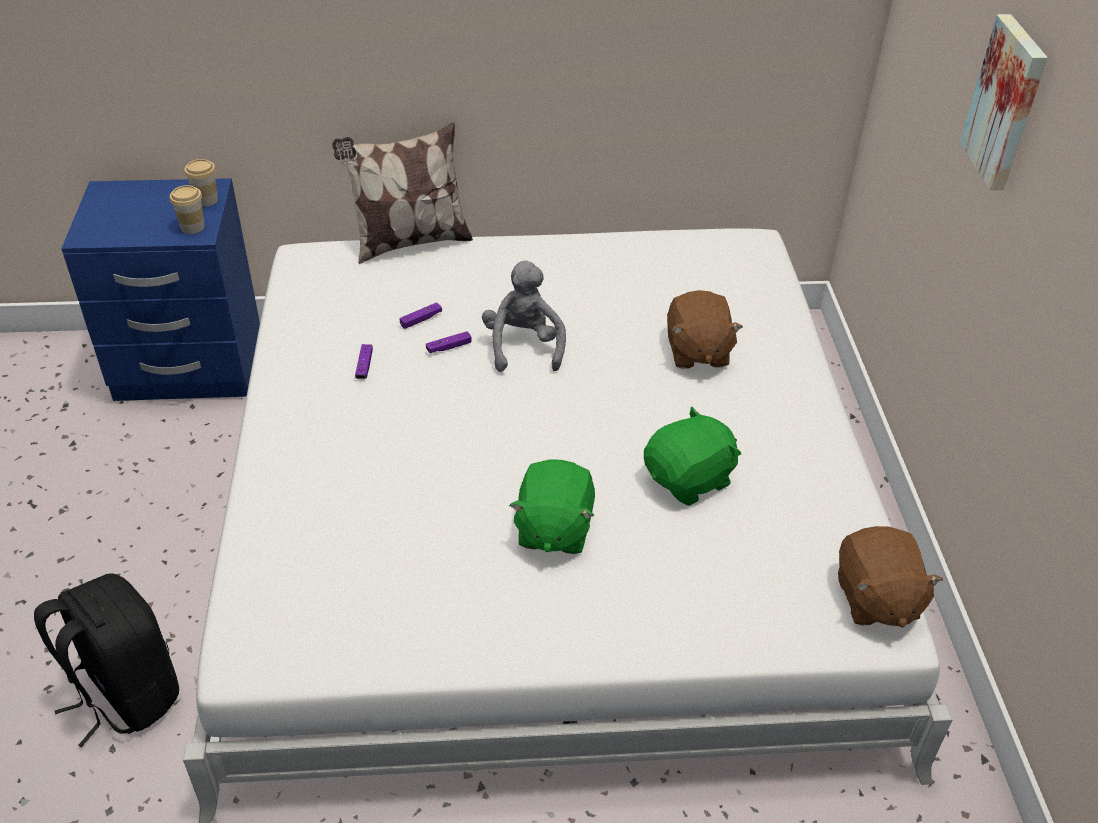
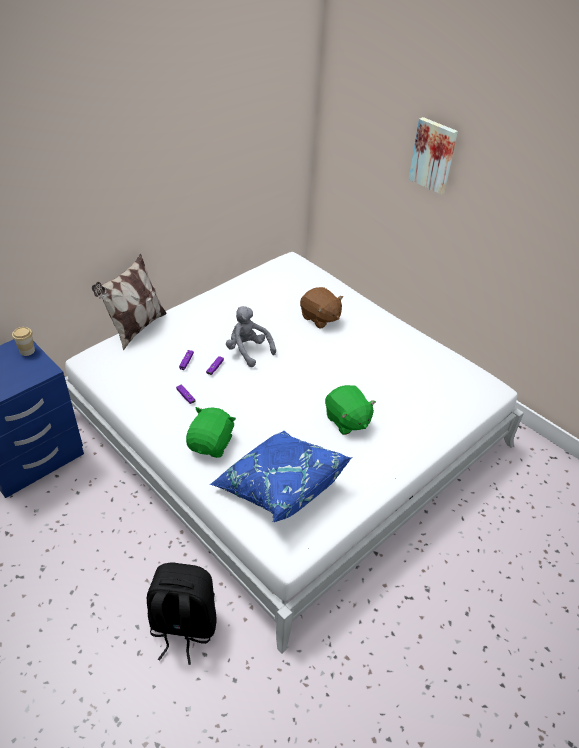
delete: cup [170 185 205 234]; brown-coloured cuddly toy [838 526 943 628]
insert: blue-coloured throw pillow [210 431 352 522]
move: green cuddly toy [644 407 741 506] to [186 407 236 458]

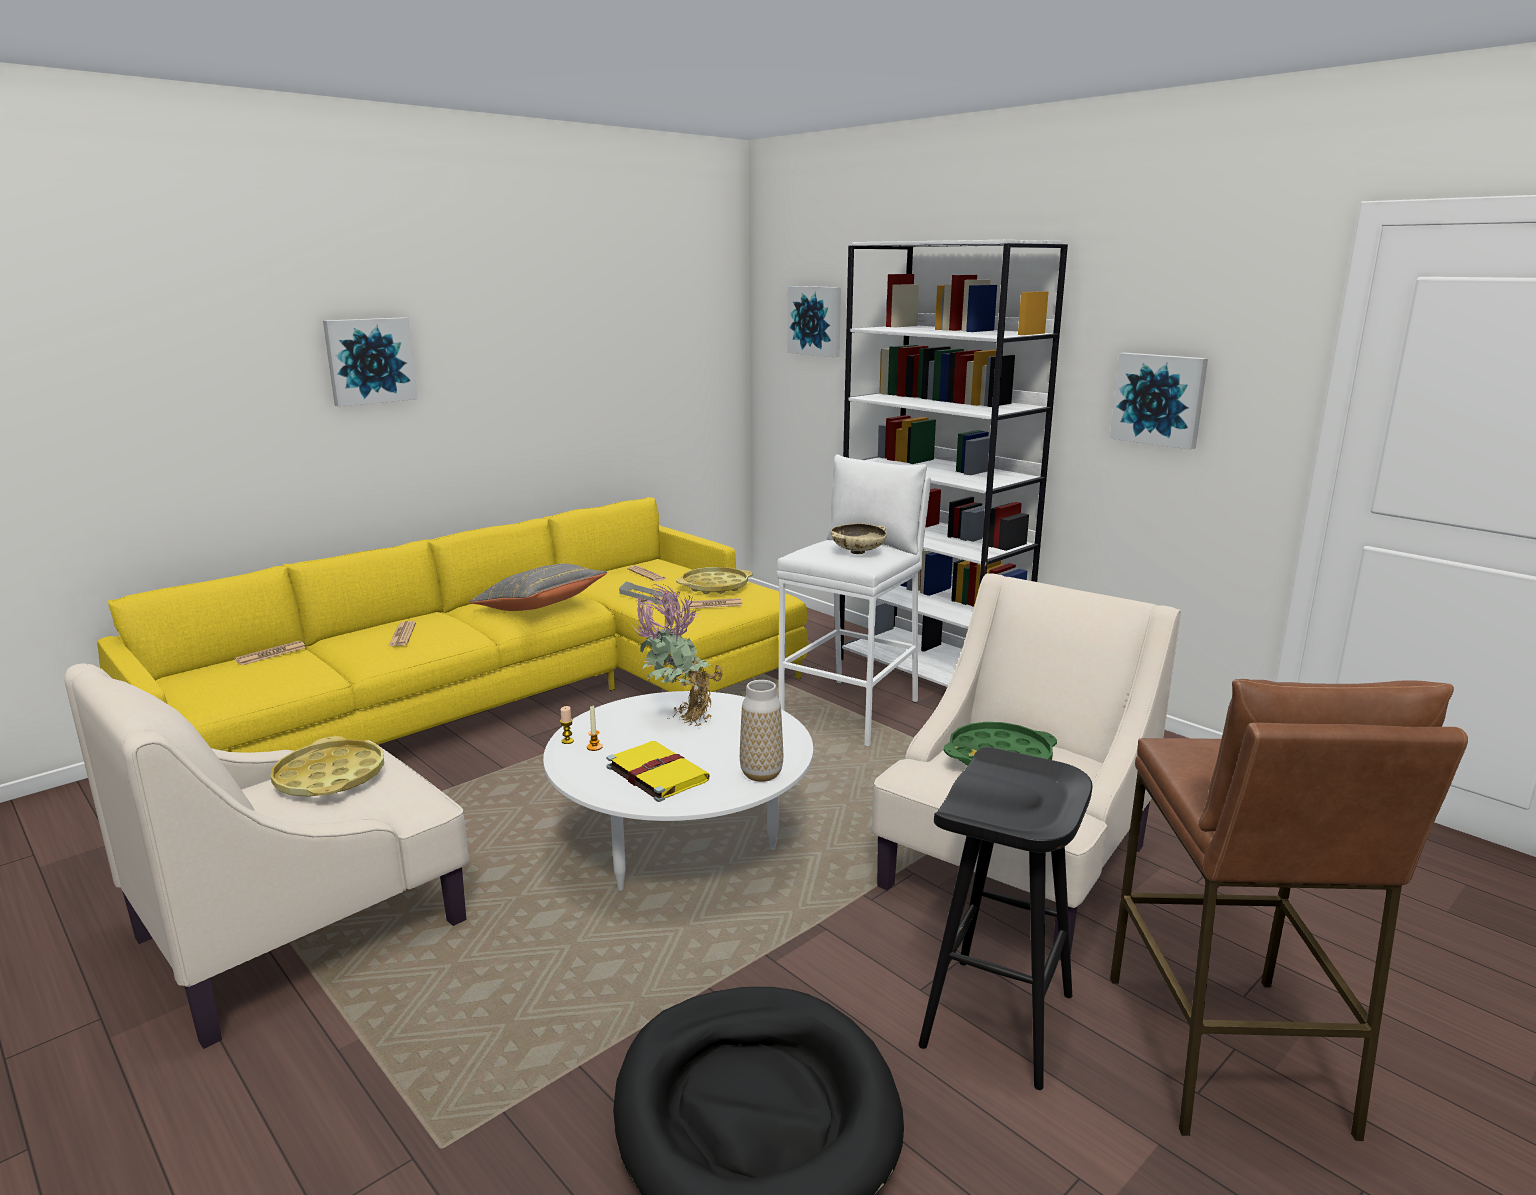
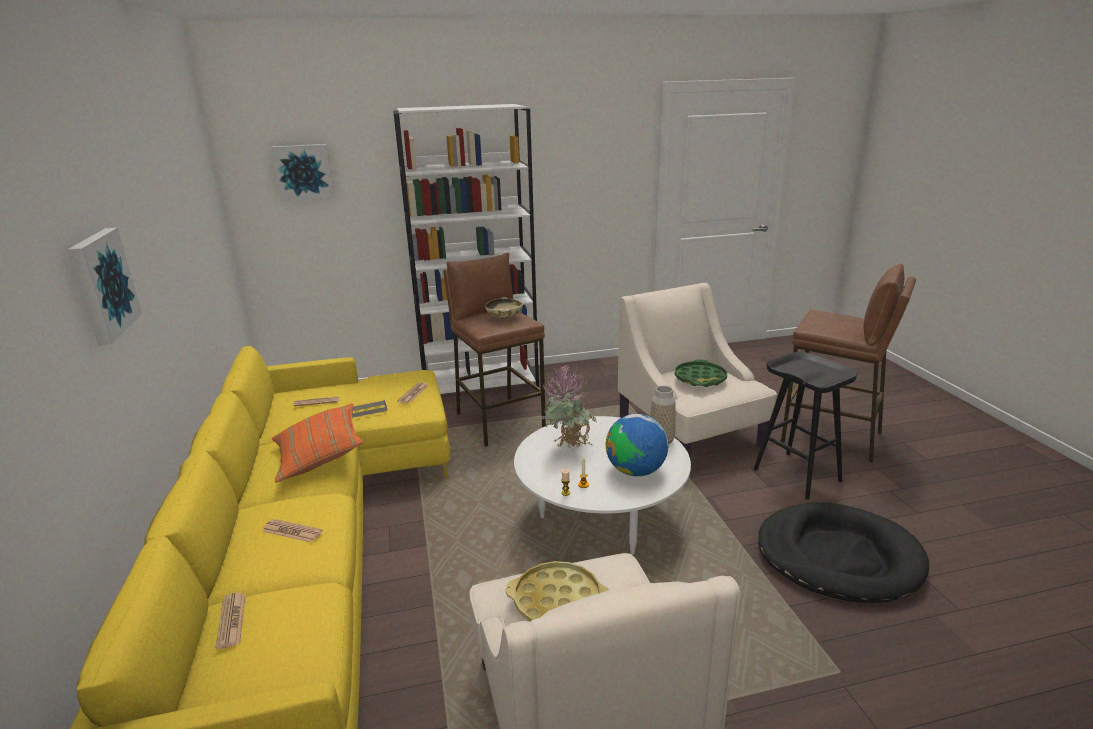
delete: yellow-coloured serving tray [676 567 753 594]; wall art [1110 353 1208 450]
replace: yellow-coloured bound book [606 741 710 802] to desk globe [606 414 668 477]
recolor: greyish throw pillow [469 564 607 611] to orange-coloured throw pillow [272 403 363 483]; white-coloured sitting stool [777 454 931 746] to brown-coloured sitting stool [443 252 546 447]

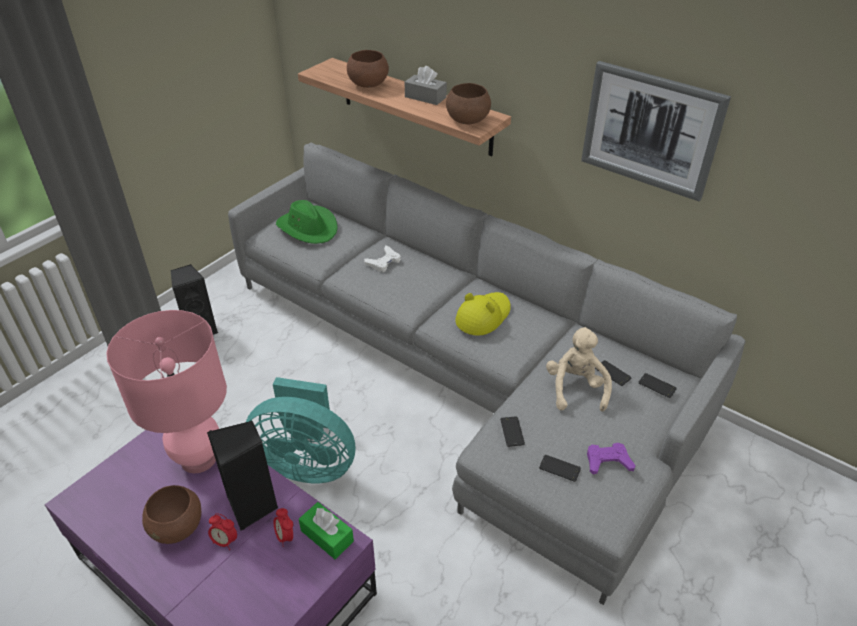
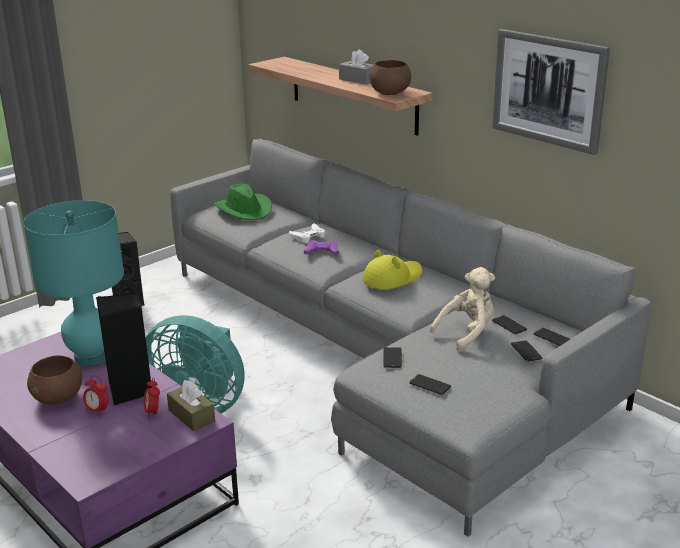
delete: brown-coloured serving bowl [347 50 389 88]
insert: handset [511 340 542 362]
move: purple game controller [587 443 636 475] to [304 241 339 255]
recolor: pinkish tabletop lamp [106 310 227 474] to turquoise-coloured tabletop lamp [23 200 124 366]; green box of tissues [299 502 354 559] to brown-coloured box of tissues [167 380 215 431]
rotate: beige cuddly toy [546 327 612 412] = [429 267 495 352] 45 degrees clockwise

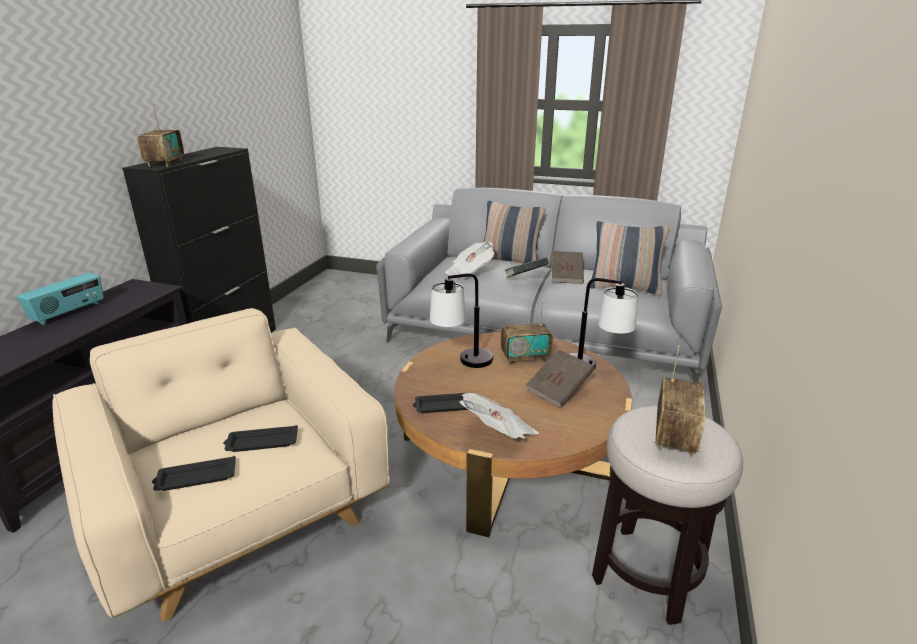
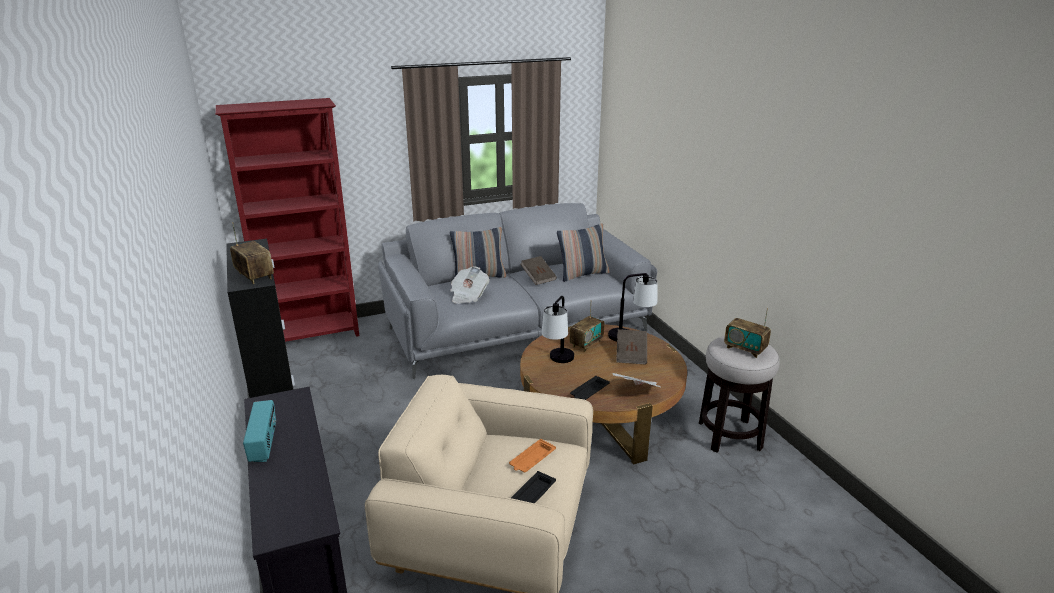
delete: bound book [504 257 549 278]
insert: red shelving unit [215 98 359 342]
recolor: blackish serving tray [223 425 298 452] to orange-coloured serving tray [509 439 556 472]
rotate: radio receiver [656 346 706 457] = [724 308 771 358] 150 degrees clockwise

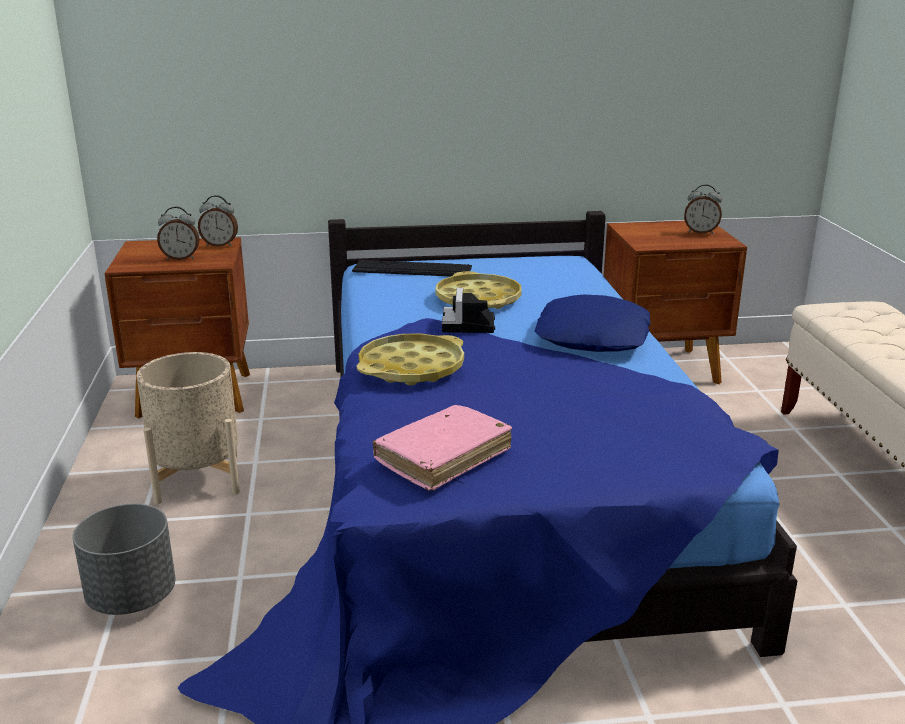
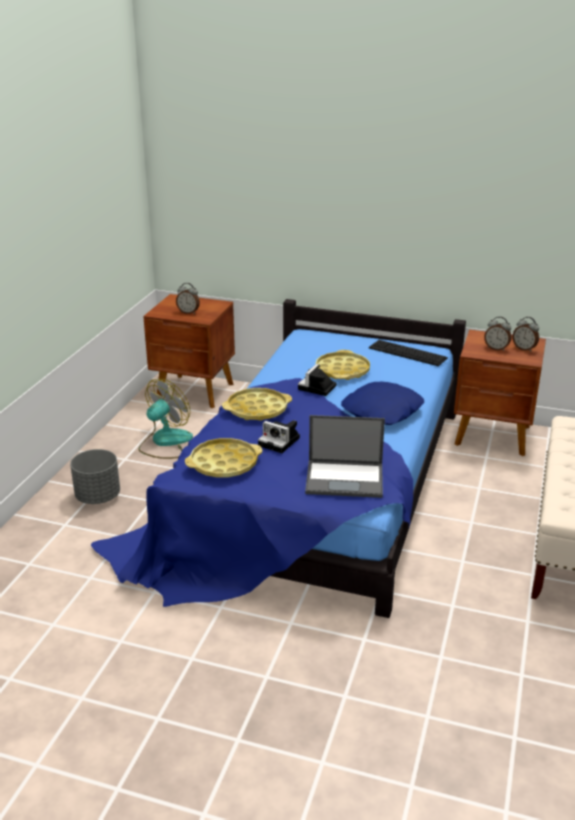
insert: still camera [258 420 300 453]; laptop [305 415 385 498]
move: bedside clock [198 195 238 247] to [484 317 511 351]; computer keyboard [352 260 472 277] to [369 340 448 366]
replace: beige plant pot [136 352 240 504] to electric fan [139 379 193 459]; pinkish bound book [373 405 513 491] to yellow-coloured serving tray [185 438 262 478]

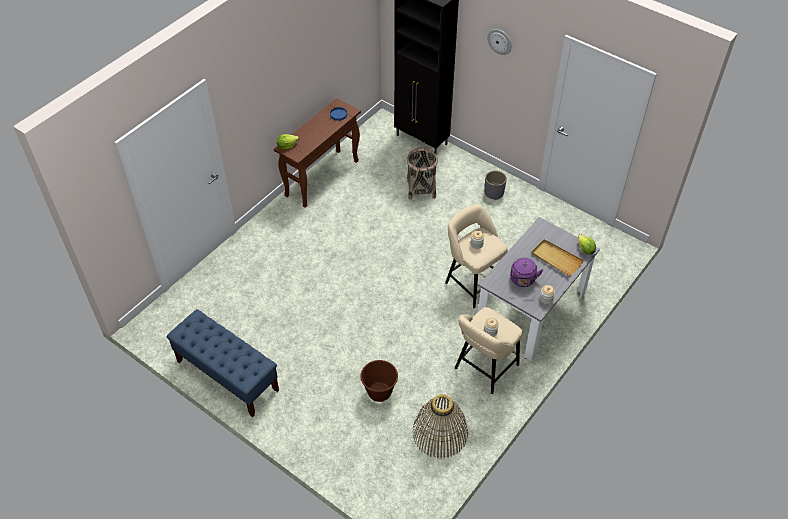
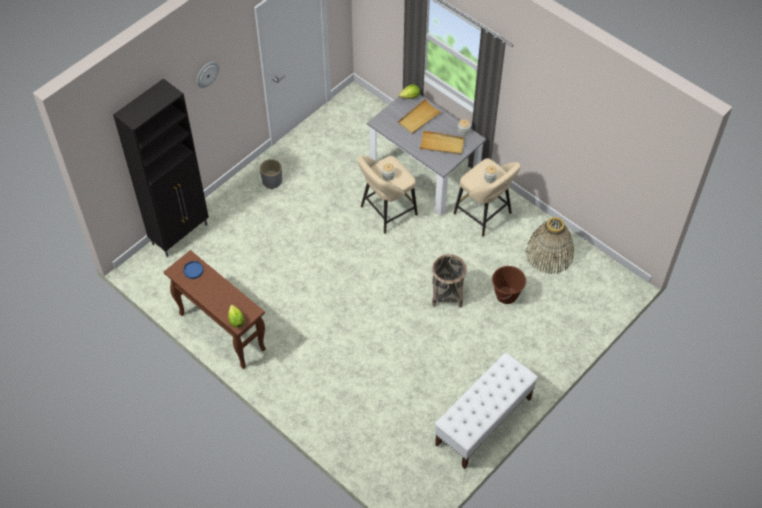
move: household basket [407 148 438 200] to [432 254 467 308]
replace: purple water kettle [510 258 543 287] to beige serving tray [420 130 465 155]
recolor: blue-coloured long seat [167 309 279 417] to white-coloured long seat [435 352 538 469]

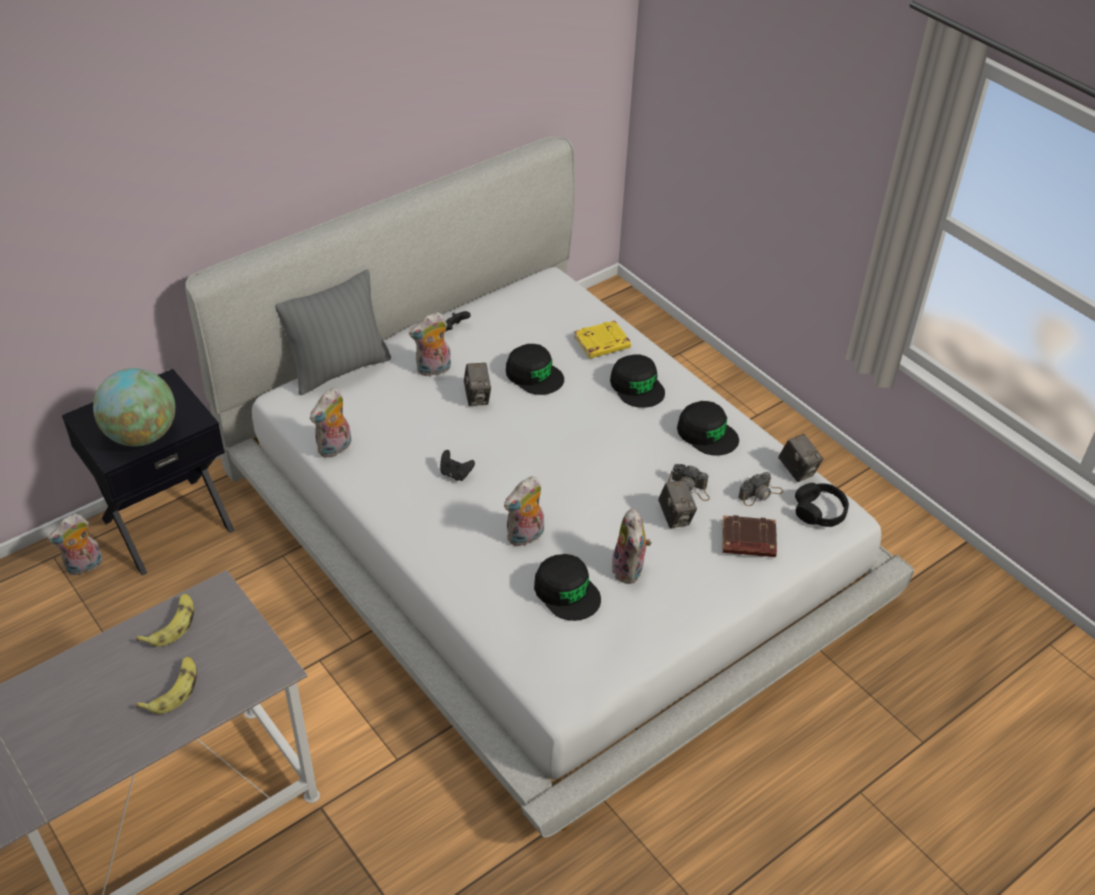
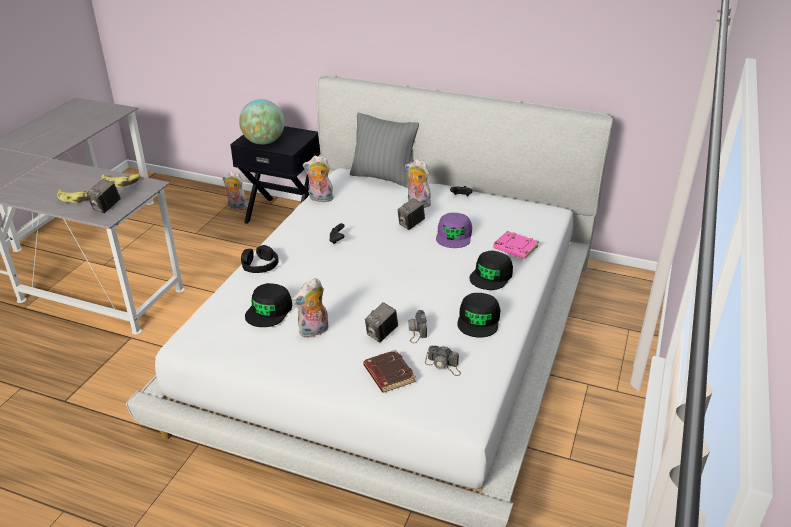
delete: cuddly toy [504 476 544 546]
move: still camera [778 434 824 482] to [86 179 121 213]; blackish pair of headphones [795 483 849 527] to [241 245 278 273]
recolor: blackish cap [506 344 564 395] to purple cap [436 213 472 248]; yellow-coloured bound book [574 321 631 358] to pinkish bound book [493 231 539 259]

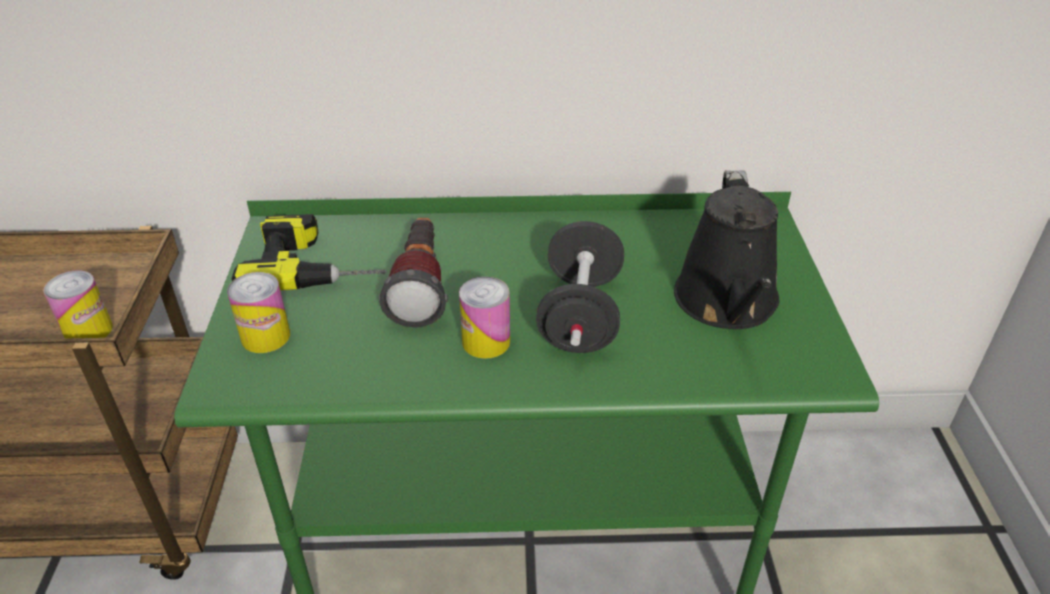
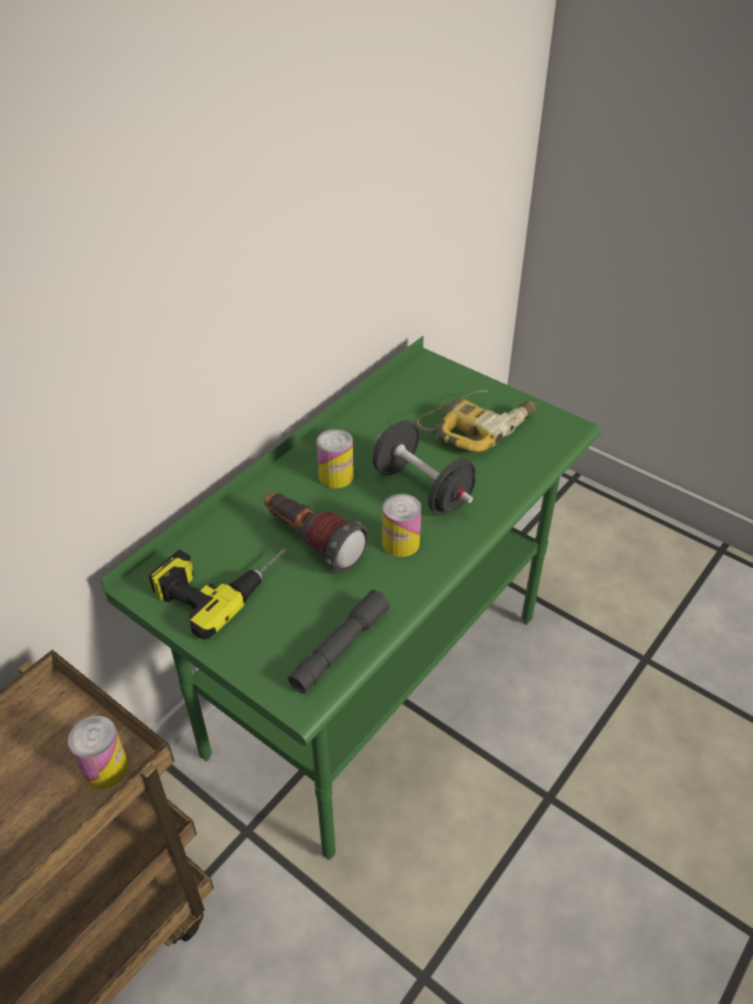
insert: greyish torch [288 589 390 694]
move: metal can [227 272 290 353] to [317 429 354 488]
replace: blackish watering pot [674 170 779 329] to power drill [416 390 536 452]

